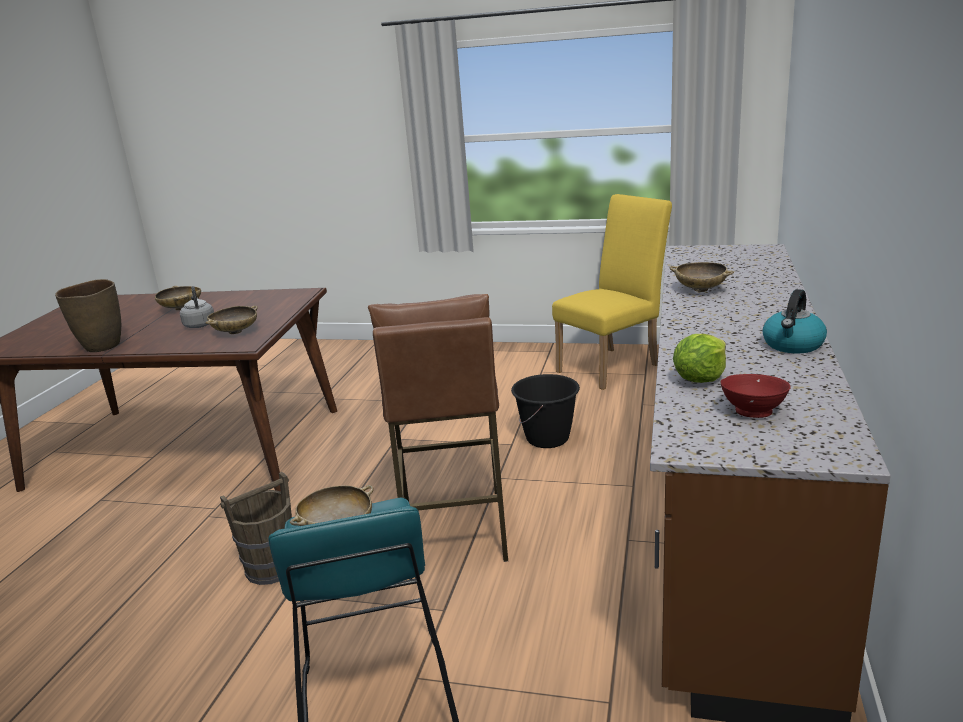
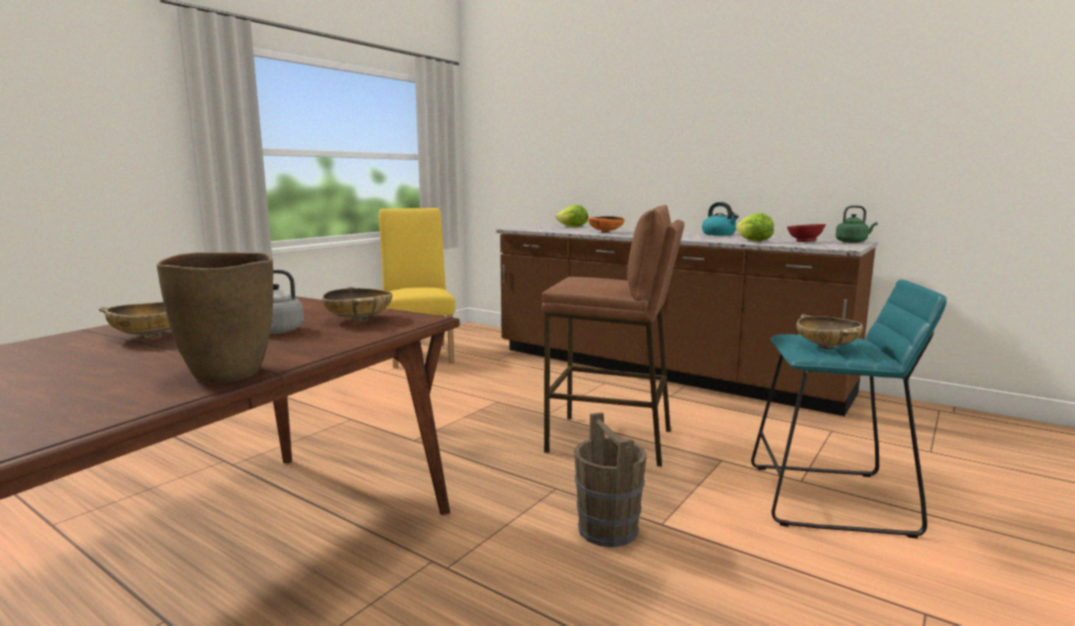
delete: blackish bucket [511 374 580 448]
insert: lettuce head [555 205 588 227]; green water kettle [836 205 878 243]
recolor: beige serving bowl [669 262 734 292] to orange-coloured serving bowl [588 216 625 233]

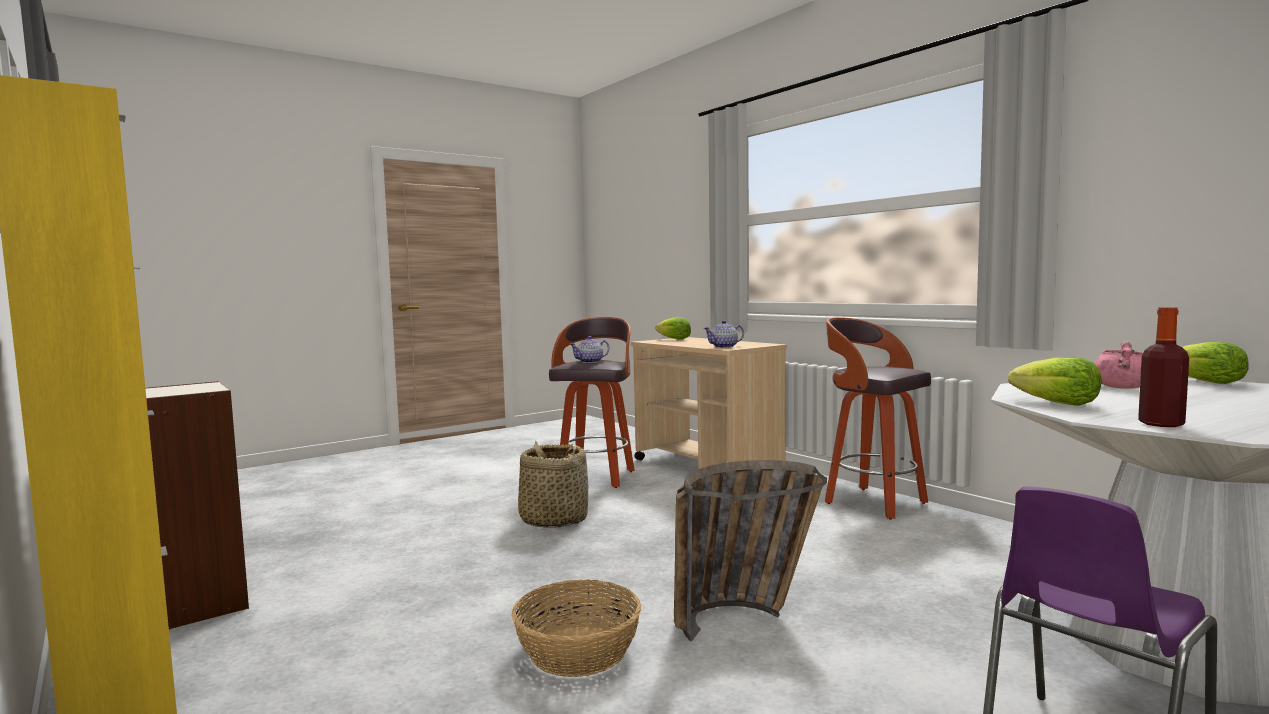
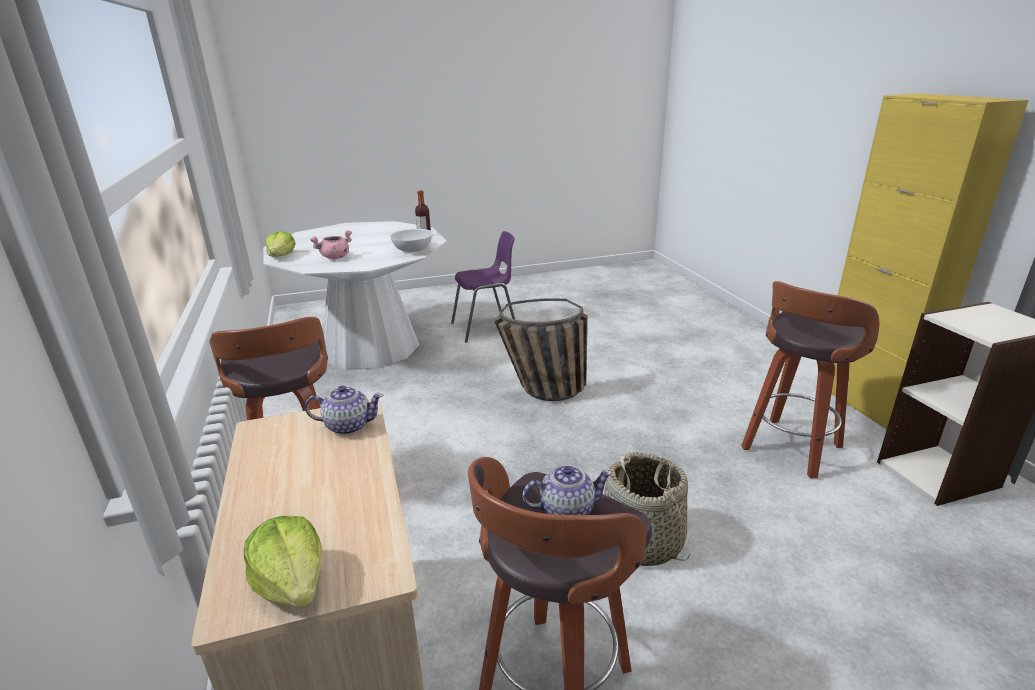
delete: household basket [512 580 641 677]
insert: sitting stool [741 281 880 479]
replace: lettuce head [1008 357 1102 406] to white-coloured serving bowl [389 229 433 252]

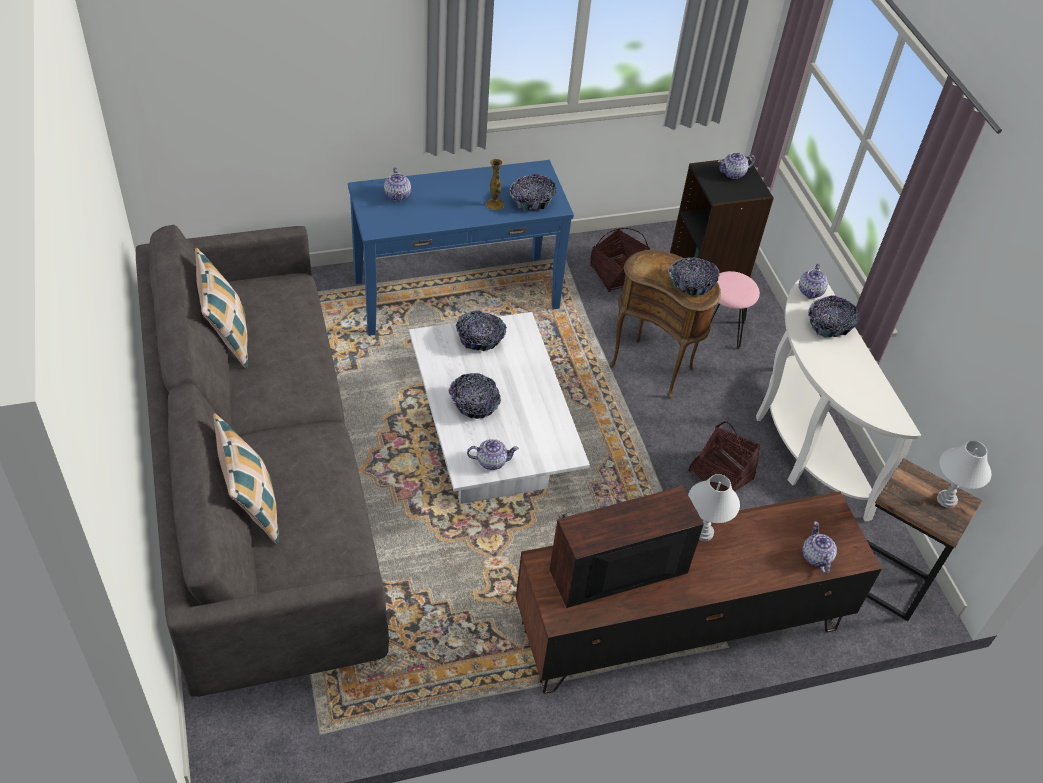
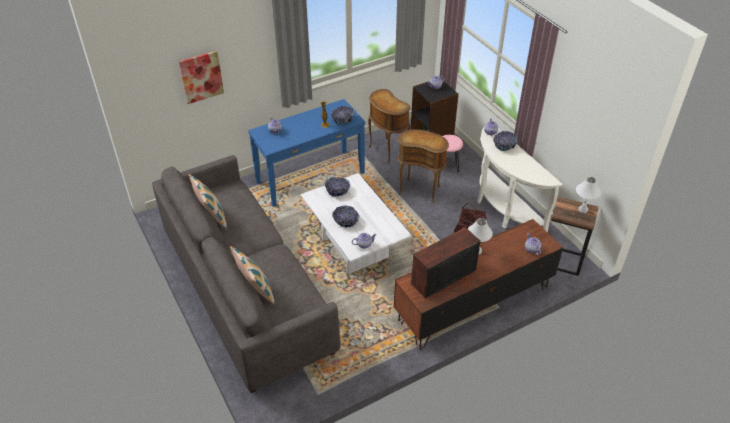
delete: serving bowl [668 257 720 296]
insert: wall art [179 51 224 104]
replace: household basket [590 228 650 292] to brown-coloured accent table [368 89 410 163]

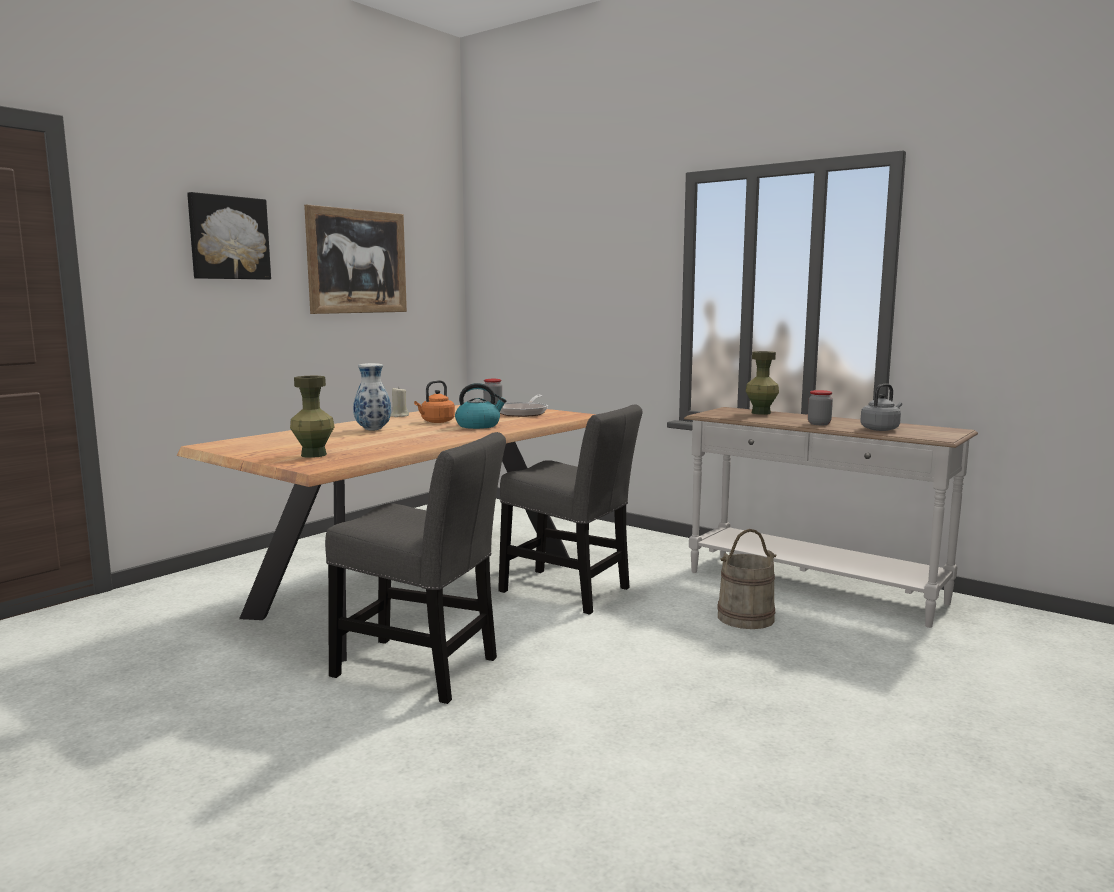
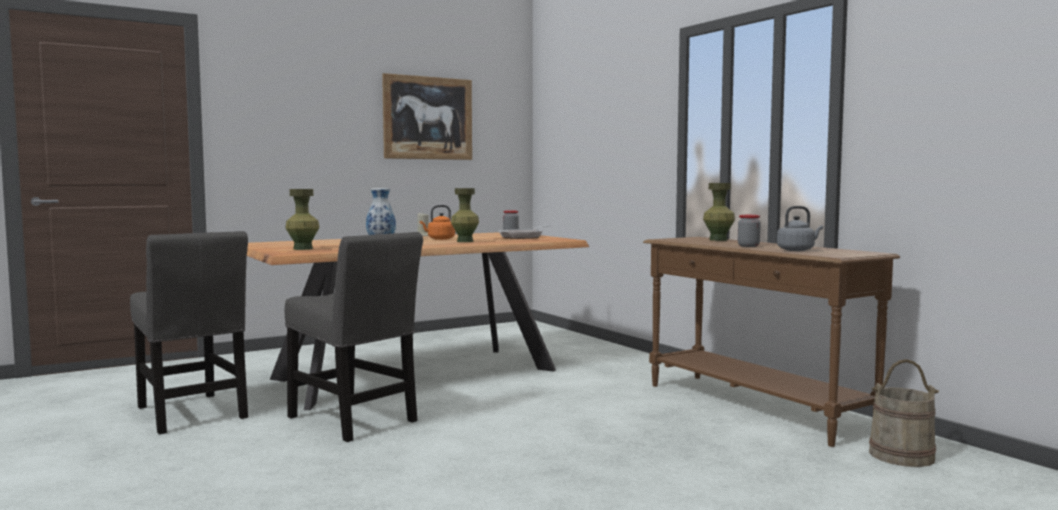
delete: wall art [187 192 271 280]
move: greyish upright chair [498 404 643 615] to [130 231 248 435]; beige bucket [718 529 776 629] to [869 359 939 467]
replace: water kettle [455 383 507 429] to green flower vase [451 188 479 242]
recolor: white-coloured hall table [684 407 978 628] to brown-coloured hall table [643 237 900 447]

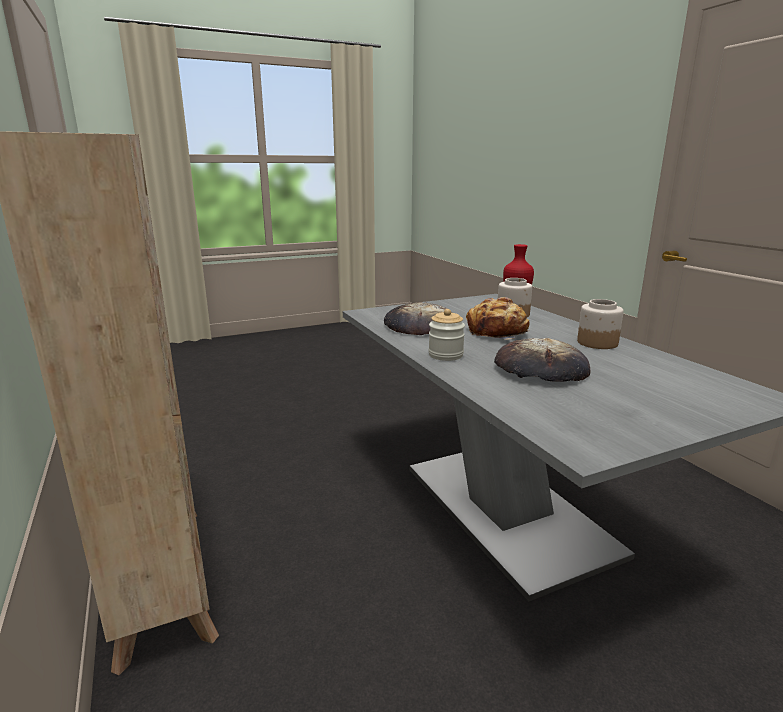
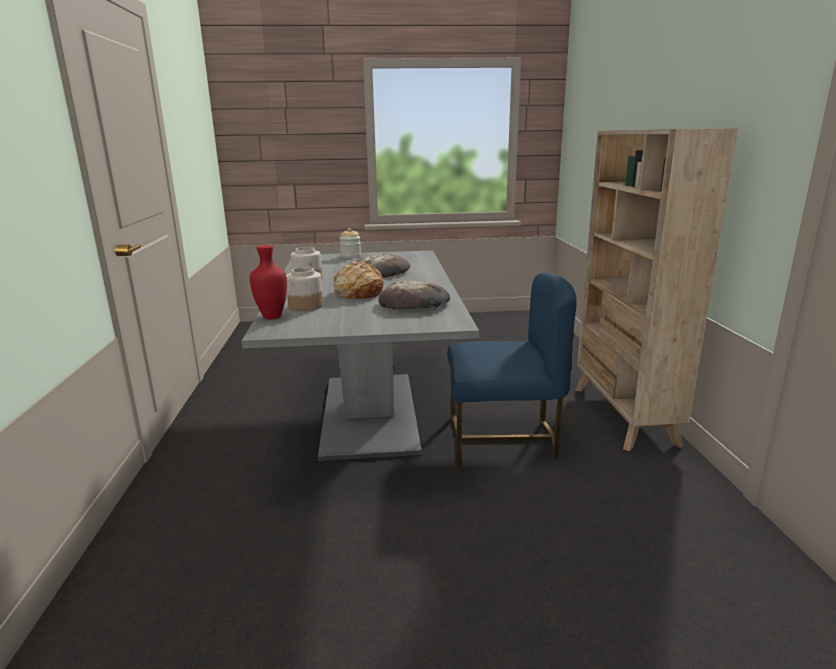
insert: blue-coloured upright chair [447 273 577 468]
move: jar [428 309 465 361] to [340 228 361 258]

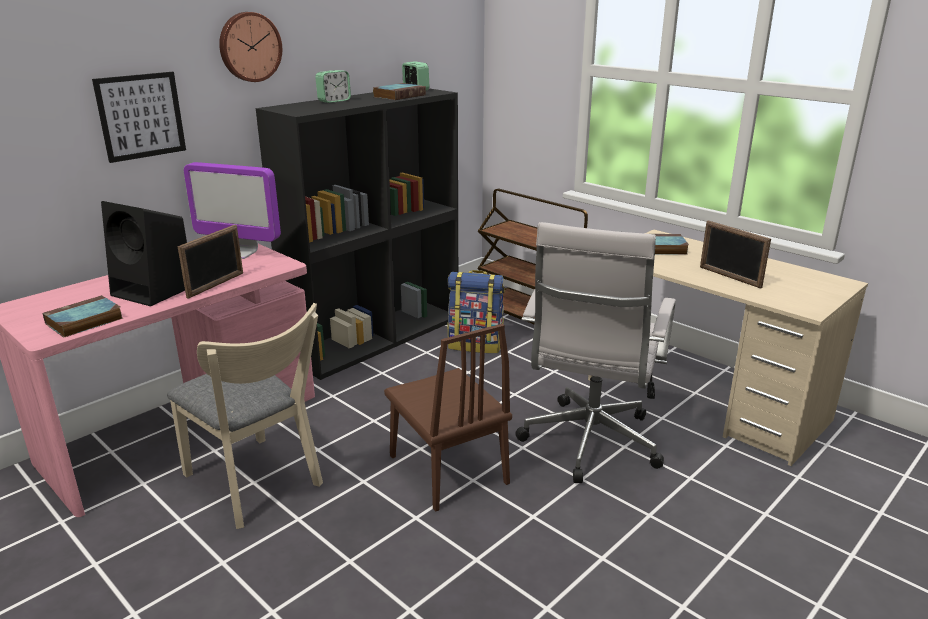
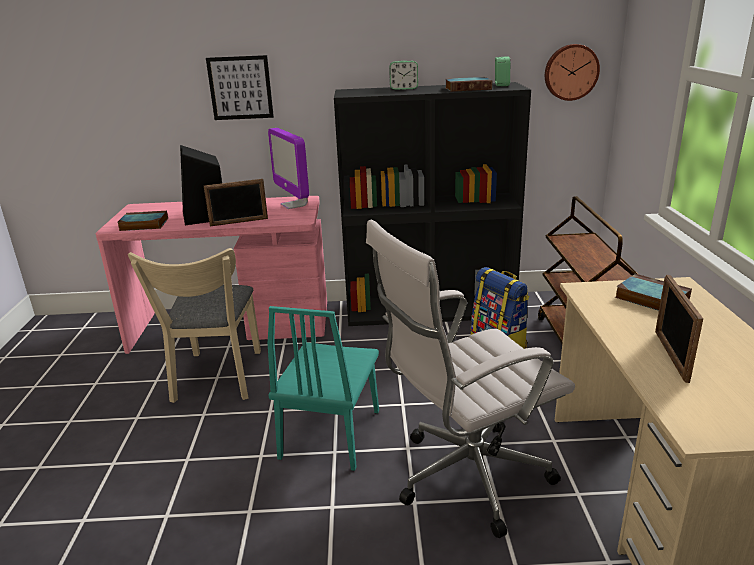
move: hanging clock [219 12 282 82] to [545 44 600 101]
recolor: brown-coloured upright chair [384 323 512 512] to turquoise-coloured upright chair [268 306 379 471]

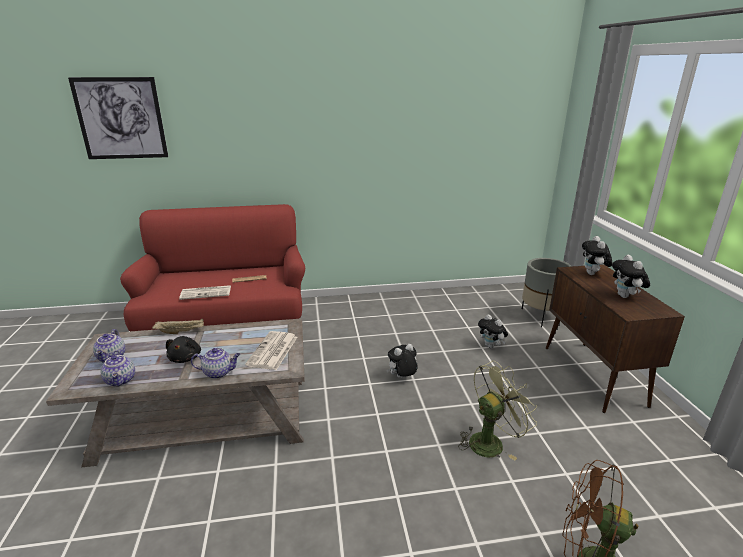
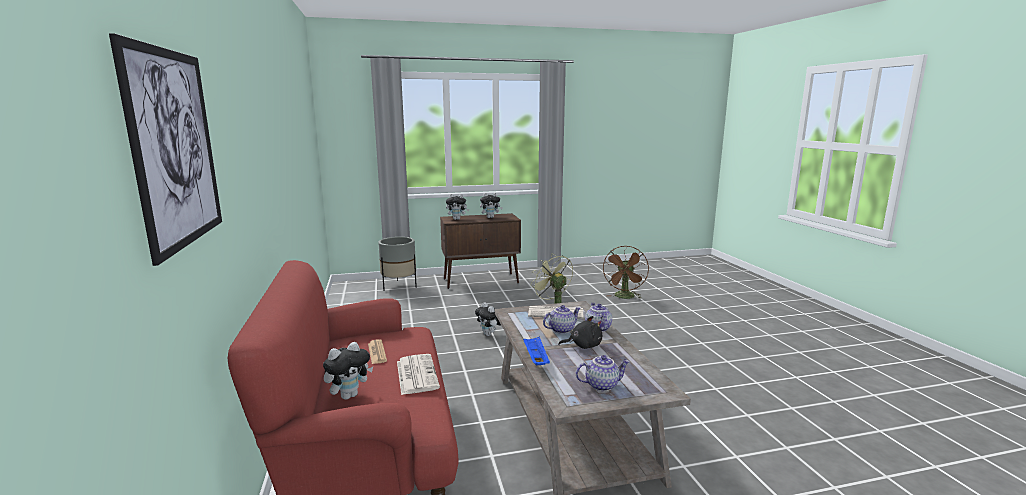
move: pot for tea [101 350 135 386] to [543 305 581 334]; cuddly toy [478 314 508 348] to [323 342 373 400]
recolor: beige serving tray [152 318 204 334] to blue-coloured serving tray [523 337 550 365]

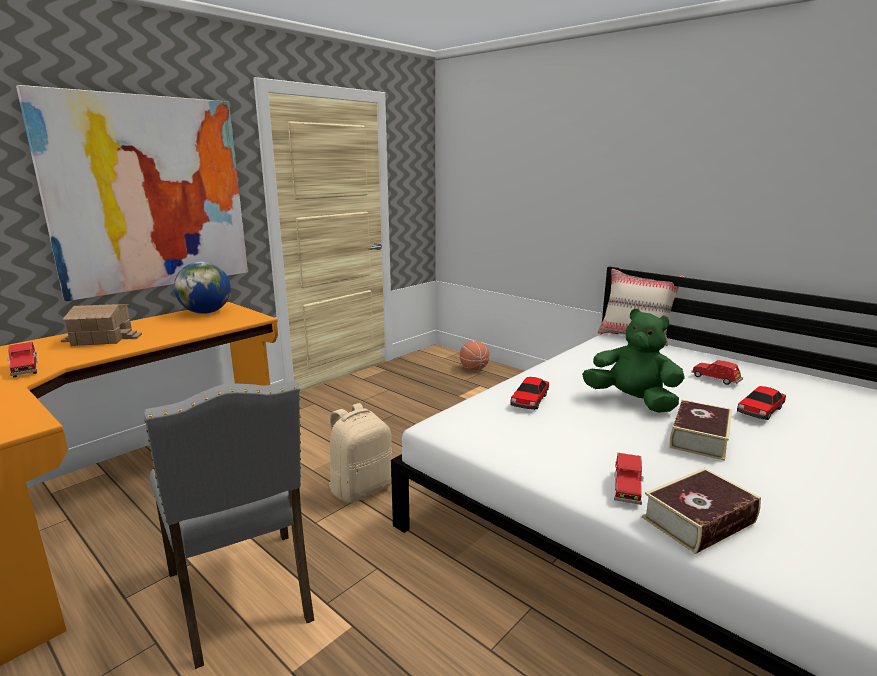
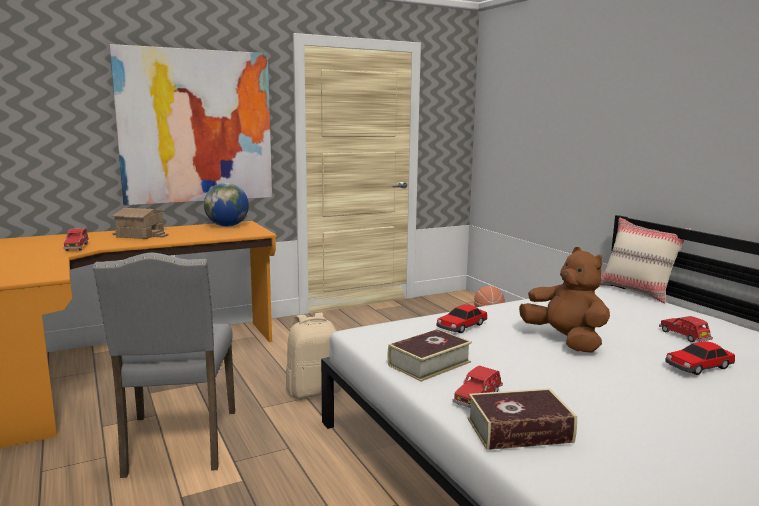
move: bound book [670 400 732 461] to [388 329 472 382]
recolor: green cuddly toy [582 309 685 413] to brown-coloured cuddly toy [519 247 610 353]

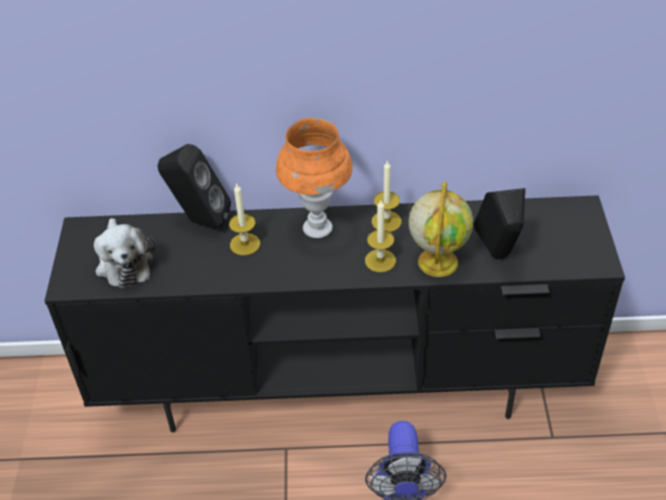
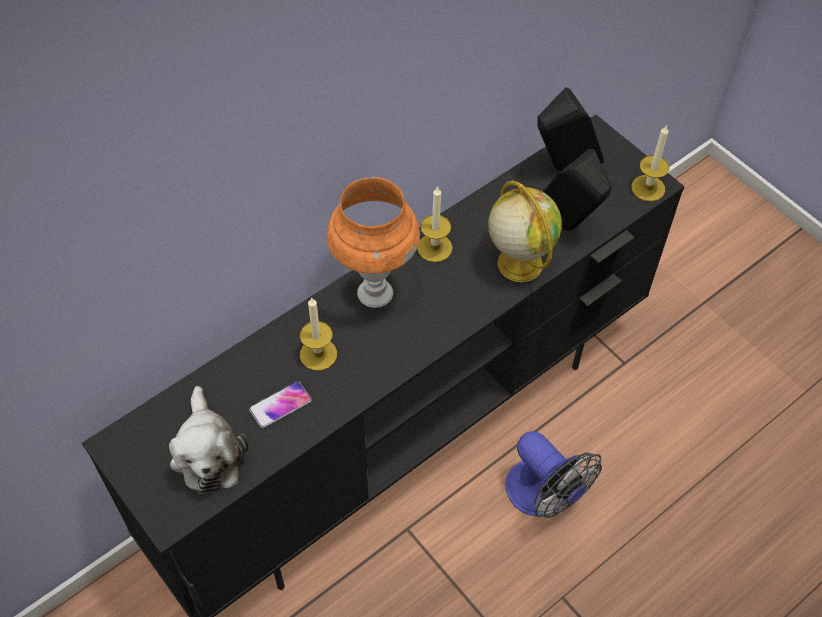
insert: handset [249 381 312 428]
move: blackish speaker [158 144 231 230] to [537 87 604 172]; wax candle [365 200 396 272] to [631 125 669 201]
rotate: cuddly toy [94 218 155 288] = [169 386 248 494] 45 degrees clockwise

